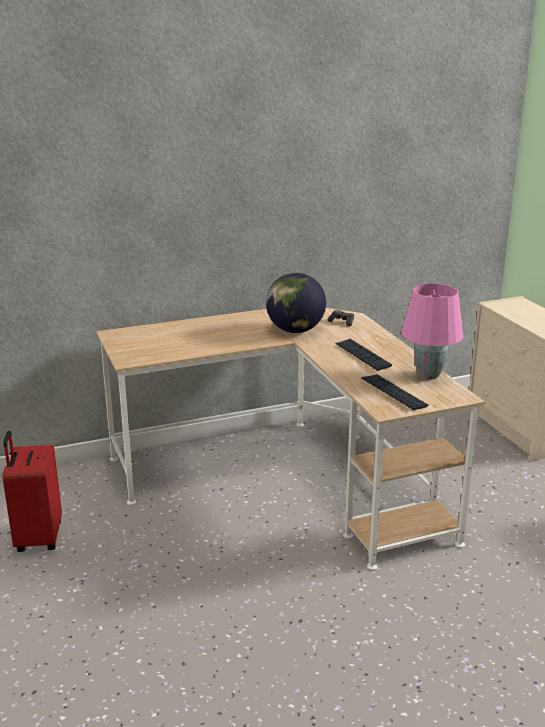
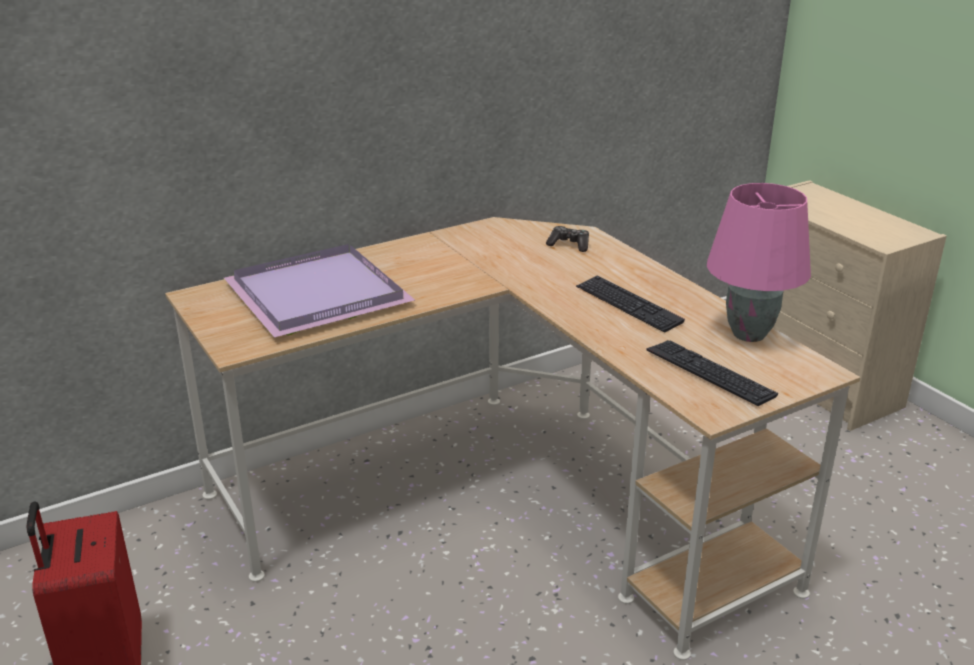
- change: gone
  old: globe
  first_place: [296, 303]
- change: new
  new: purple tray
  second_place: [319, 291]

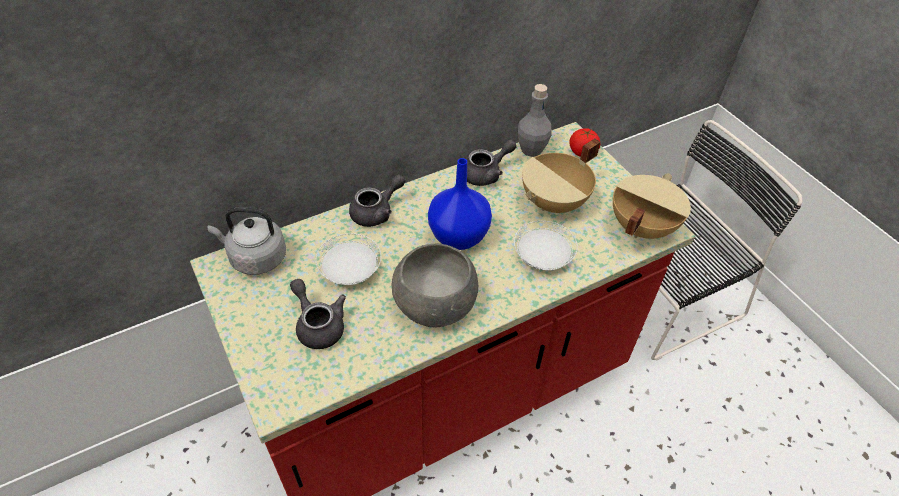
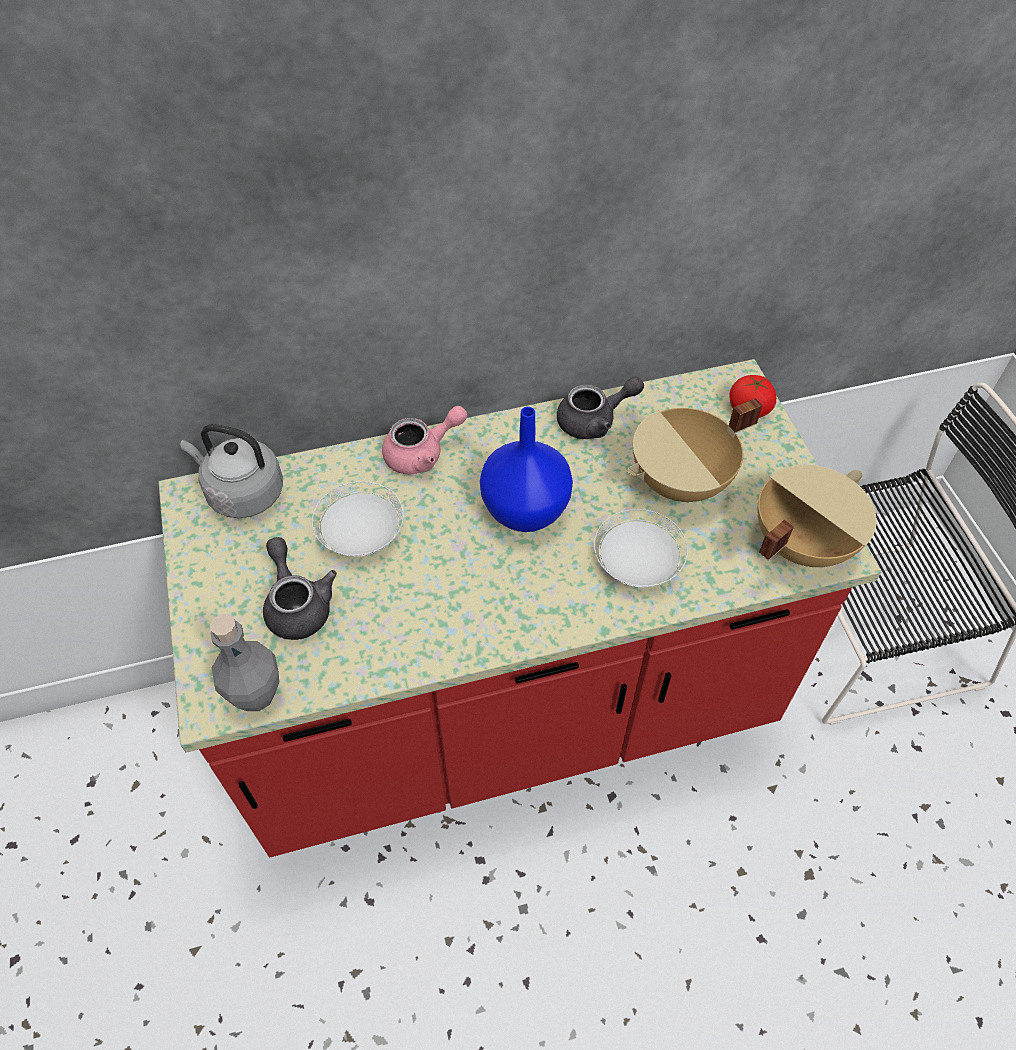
- change: gone
  old: grey bowl
  first_place: [435, 285]
- change: shifted
  old: grey bottle
  first_place: [535, 120]
  second_place: [244, 662]
- change: repainted
  old: grey teapot
  new: pink teapot
  first_place: [377, 200]
  second_place: [424, 440]

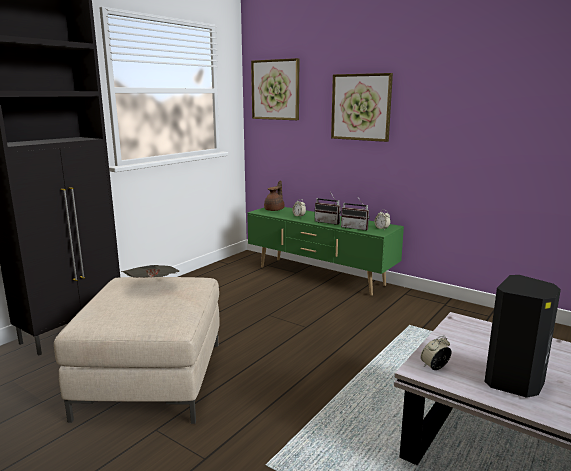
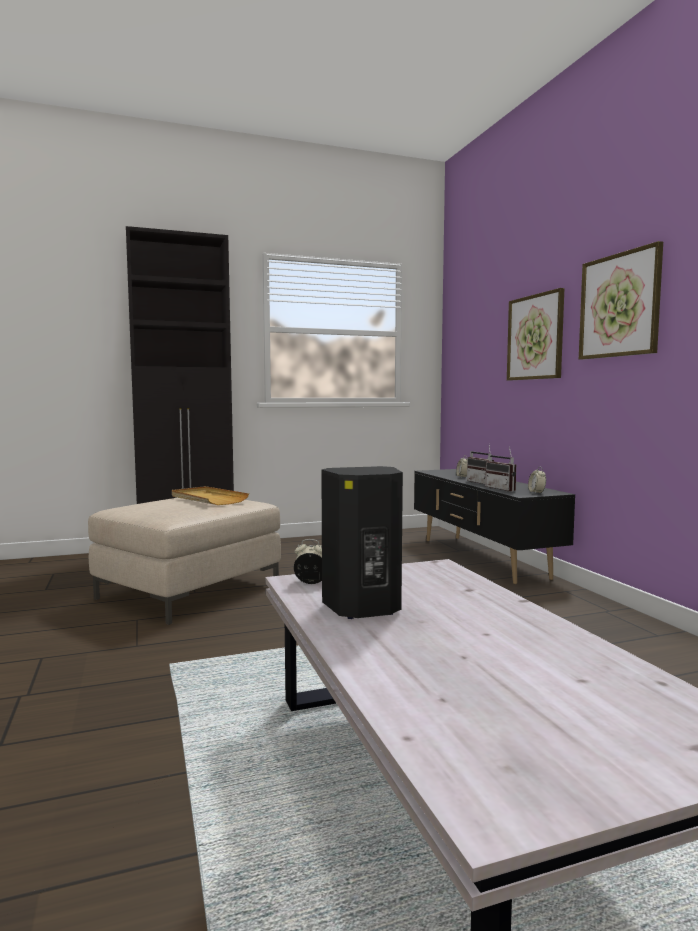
- change: gone
  old: brown teapot
  first_place: [274, 195]
- change: shifted
  old: picture
  first_place: [275, 89]
  second_place: [621, 300]
- change: swapped
  old: newspaper
  new: beige tray
  first_place: [150, 271]
  second_place: [210, 495]
- change: repainted
  old: green tv stand
  new: black tv stand
  first_place: [325, 251]
  second_place: [494, 526]

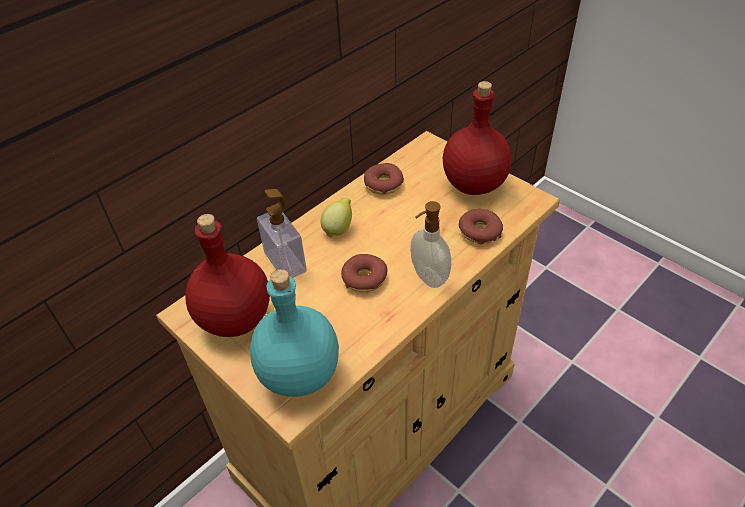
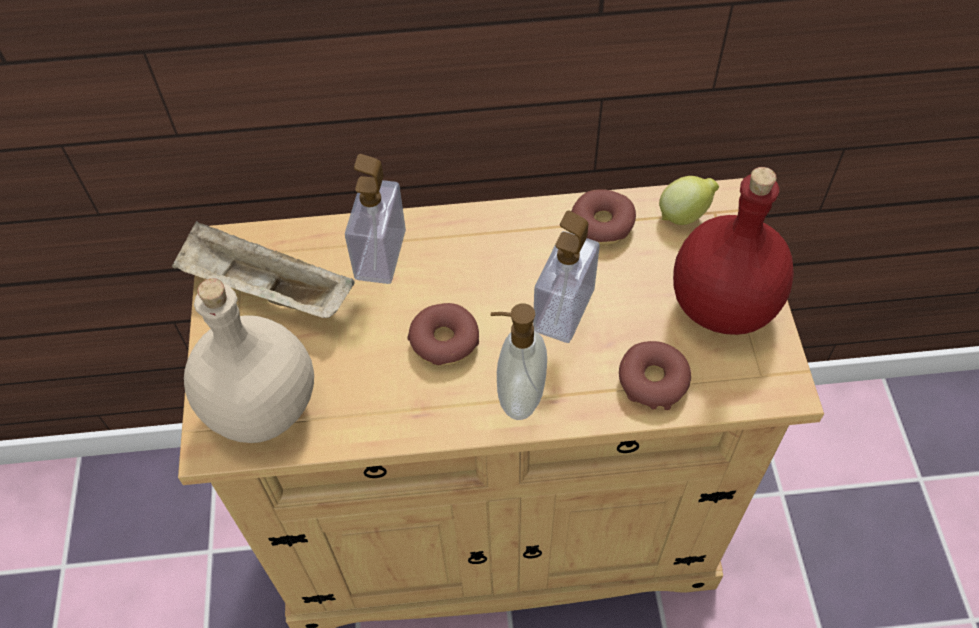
- change: new
  new: soap dispenser
  second_place: [566, 277]
- change: shifted
  old: lemon
  first_place: [336, 218]
  second_place: [689, 200]
- change: swapped
  old: red bottle
  new: beige tray
  first_place: [227, 275]
  second_place: [263, 269]
- change: repainted
  old: turquoise bottle
  new: beige bottle
  first_place: [294, 333]
  second_place: [249, 360]

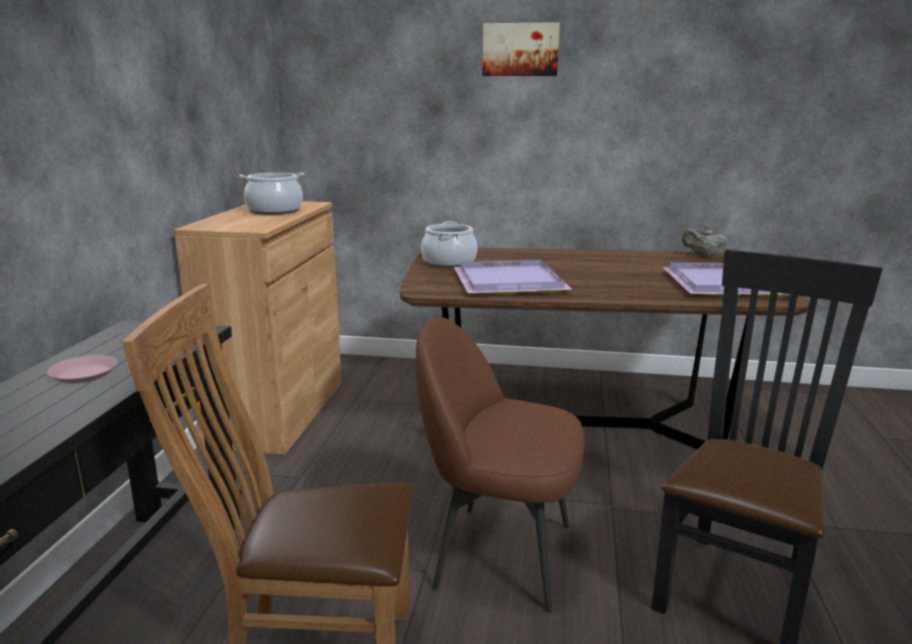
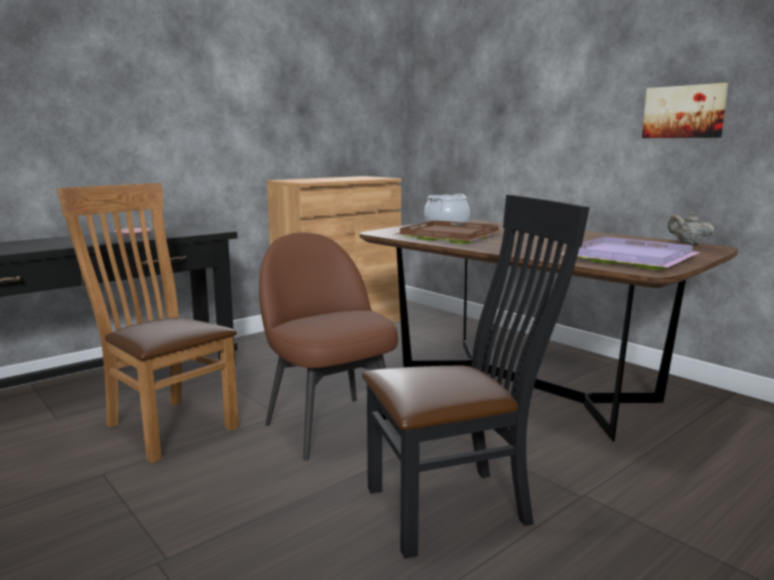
- change: gone
  old: cooking pot
  first_place: [271, 194]
- change: shifted
  old: picture
  first_place: [521, 49]
  second_place: [685, 110]
- change: repainted
  old: purple tray
  new: brown tray
  first_place: [513, 277]
  second_place: [449, 232]

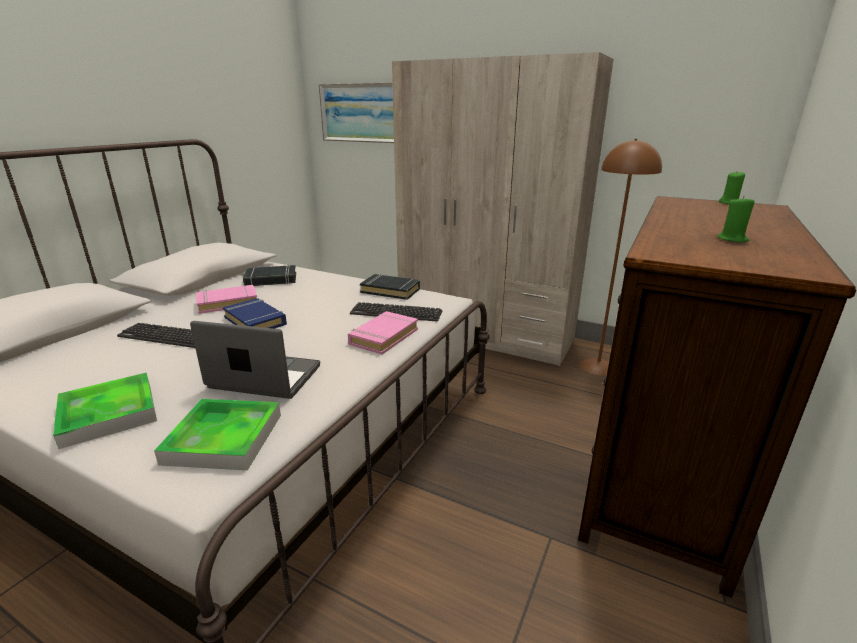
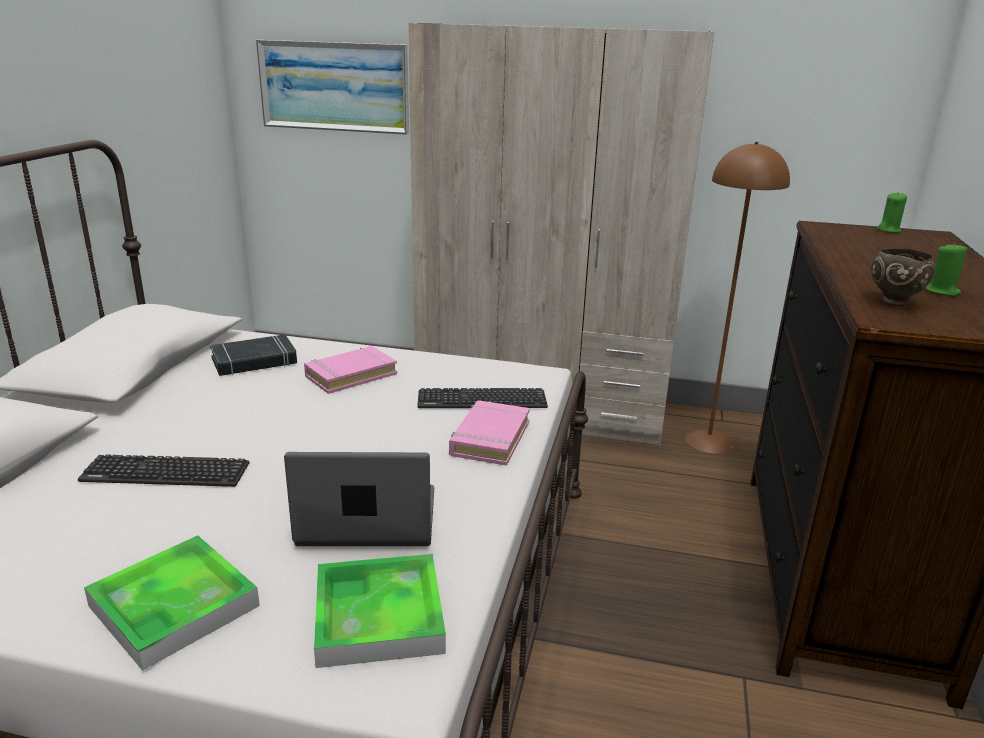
- change: gone
  old: blue book
  first_place: [255, 313]
- change: gone
  old: black book
  first_place: [390, 287]
- change: new
  new: brown bowl
  second_place: [903, 277]
- change: shifted
  old: pink book
  first_place: [226, 299]
  second_place: [350, 370]

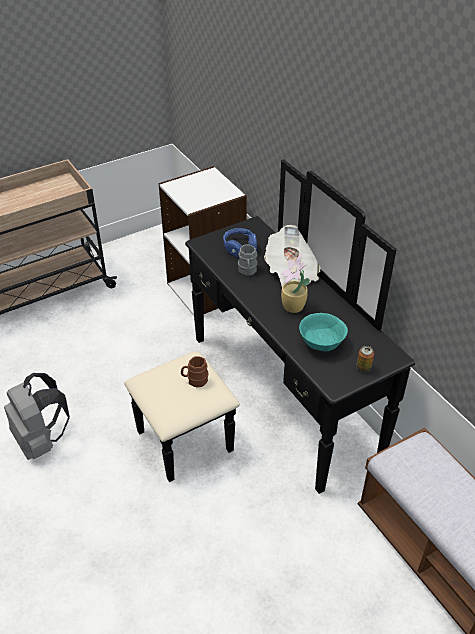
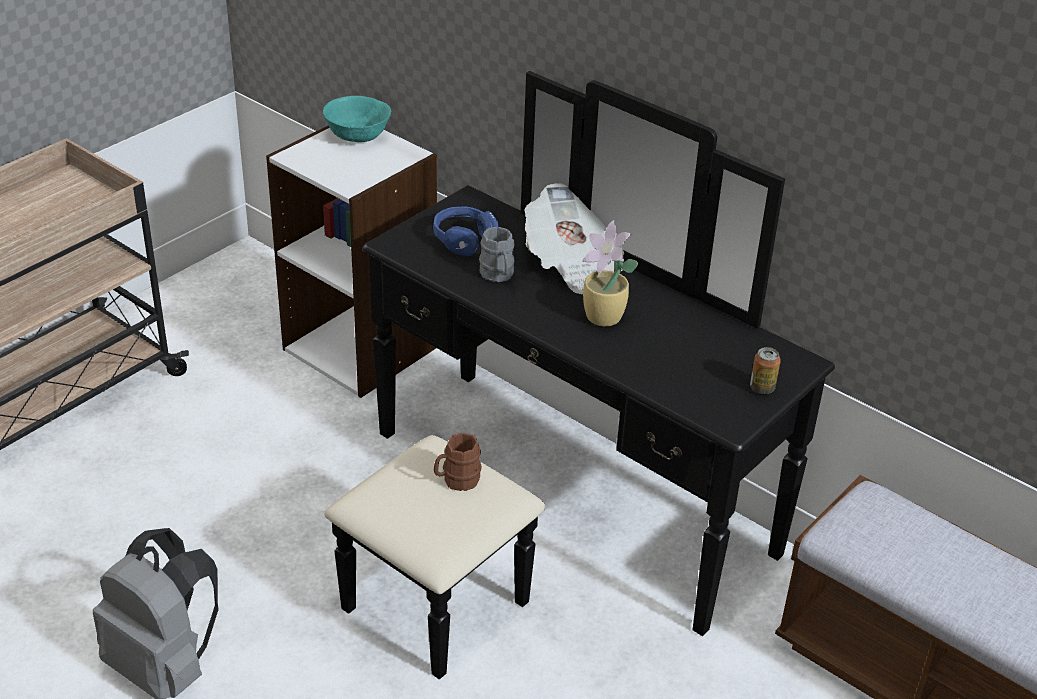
- change: shifted
  old: turquoise bowl
  first_place: [323, 332]
  second_place: [357, 119]

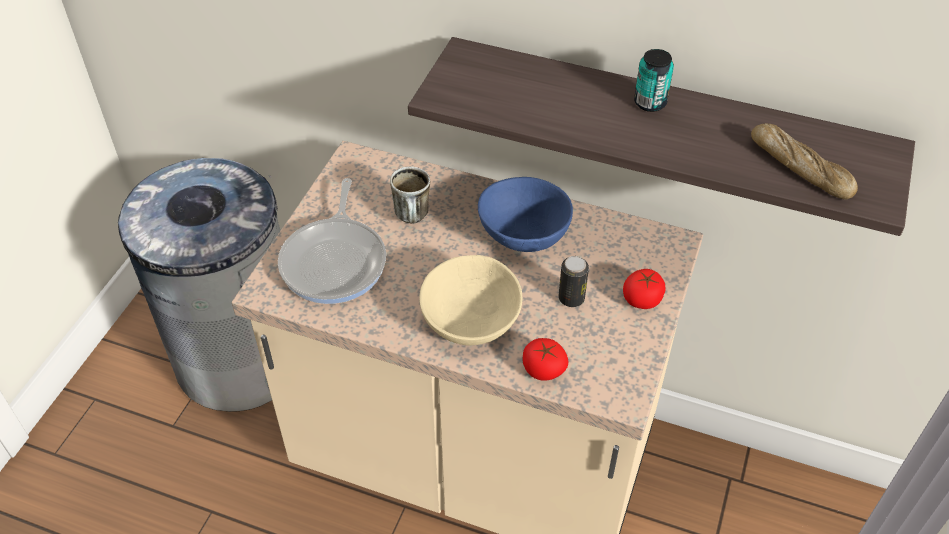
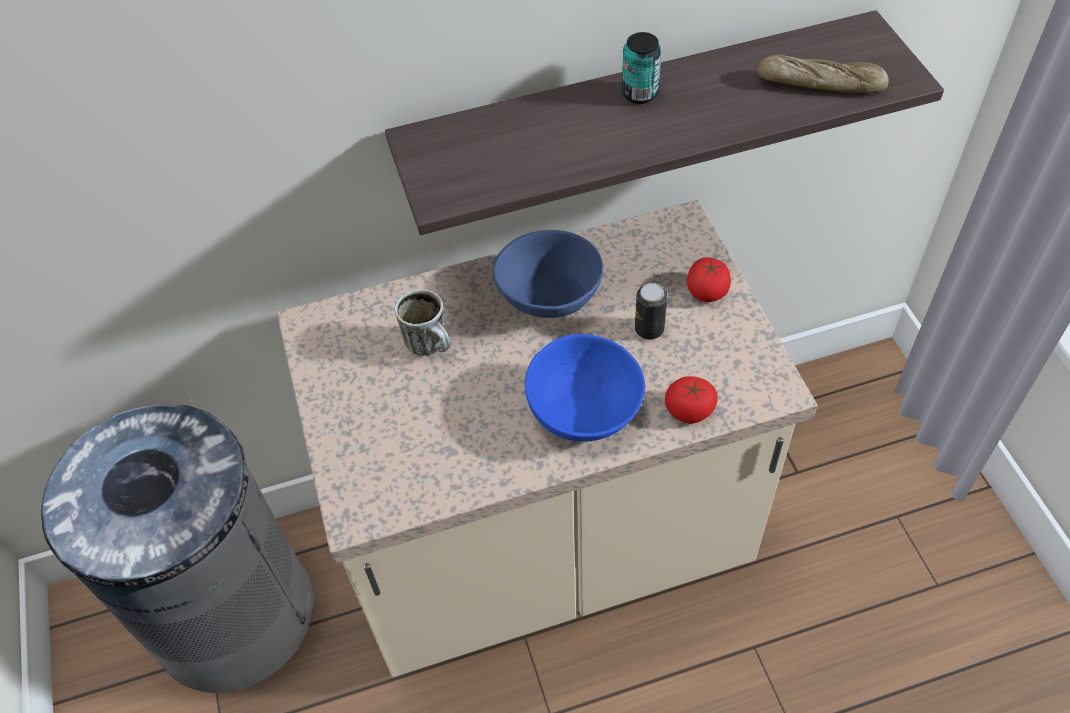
- change: gone
  old: frying pan
  first_place: [332, 241]
- change: repainted
  old: beige bowl
  new: blue bowl
  first_place: [470, 300]
  second_place: [585, 387]

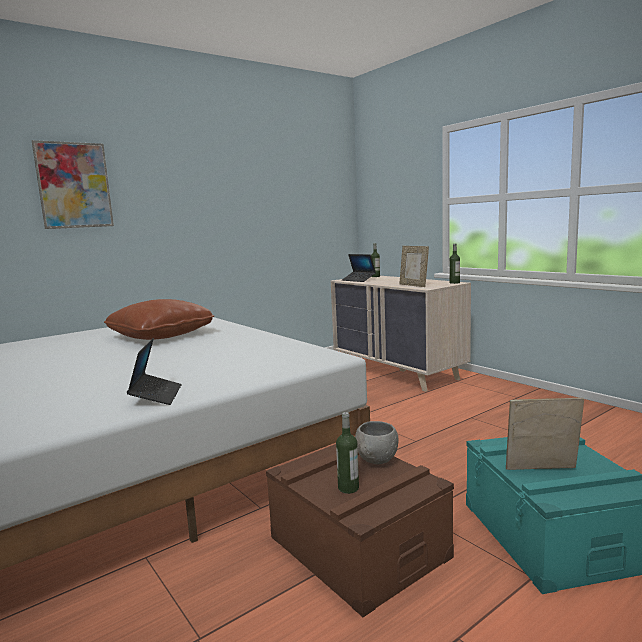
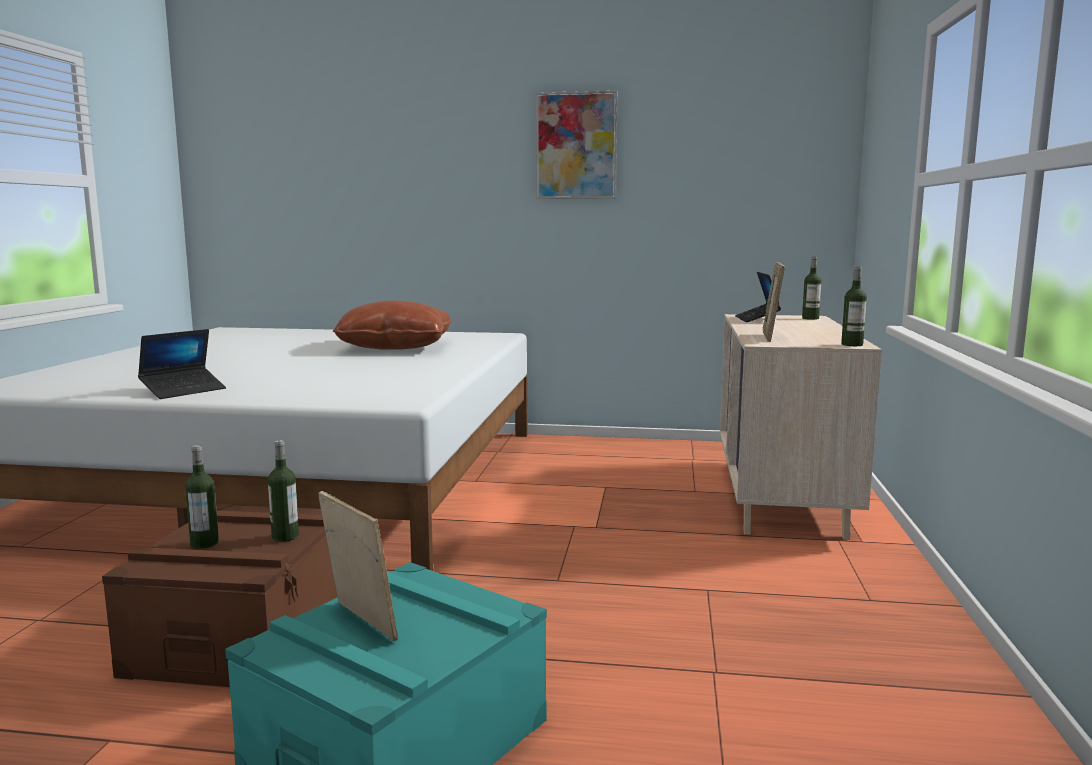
- change: shifted
  old: picture
  first_place: [73, 184]
  second_place: [576, 145]
- change: swapped
  old: grey bowl
  new: bottle
  first_place: [377, 442]
  second_place: [283, 491]

